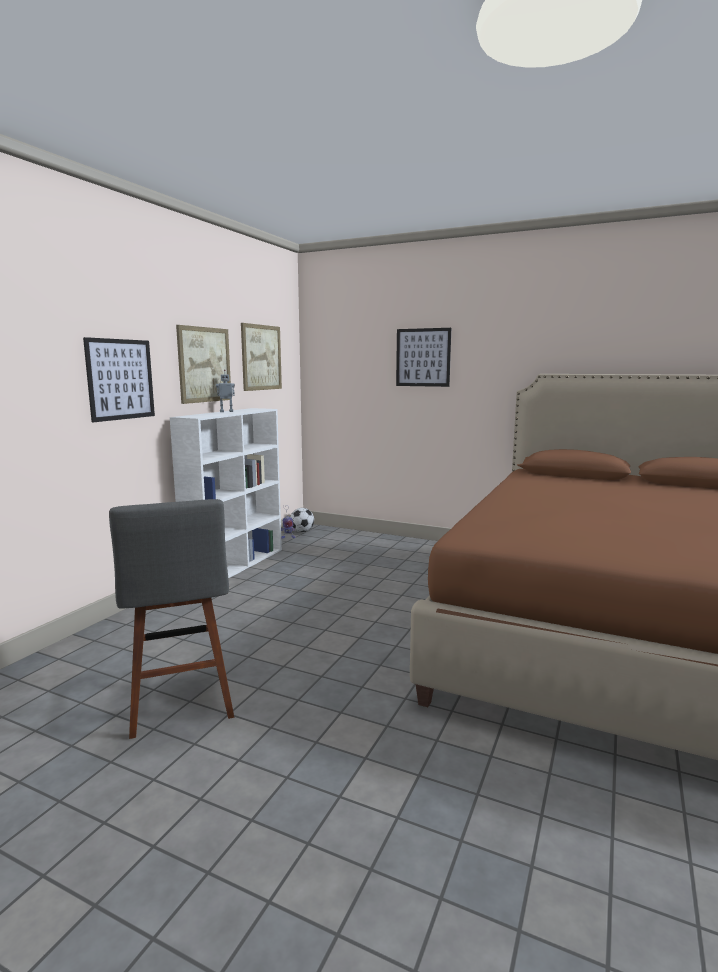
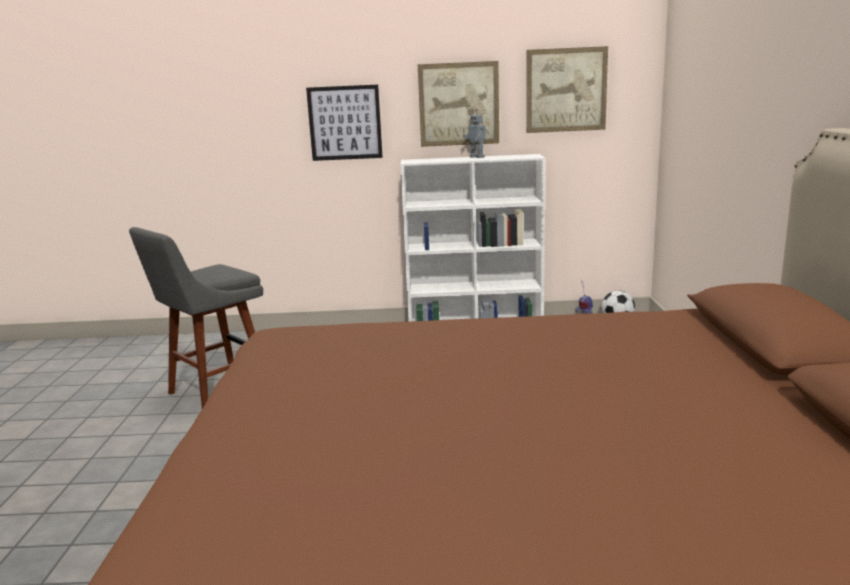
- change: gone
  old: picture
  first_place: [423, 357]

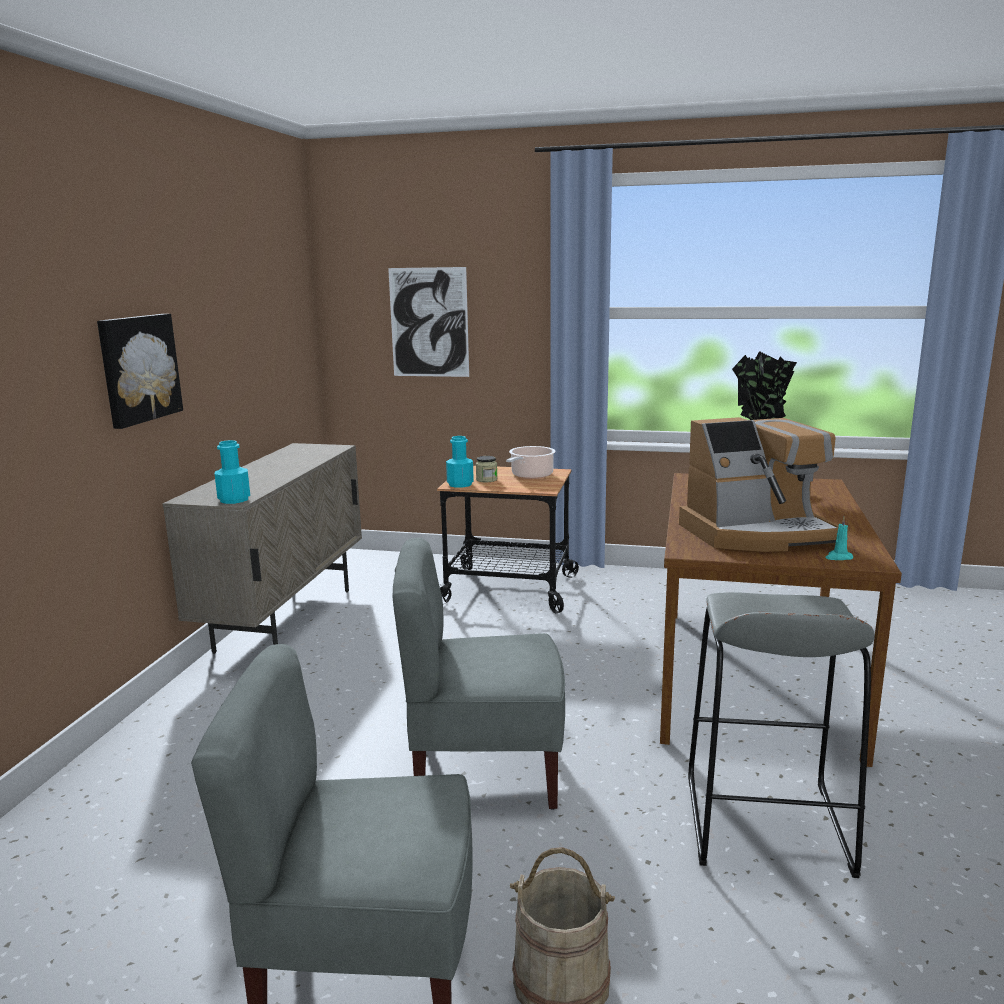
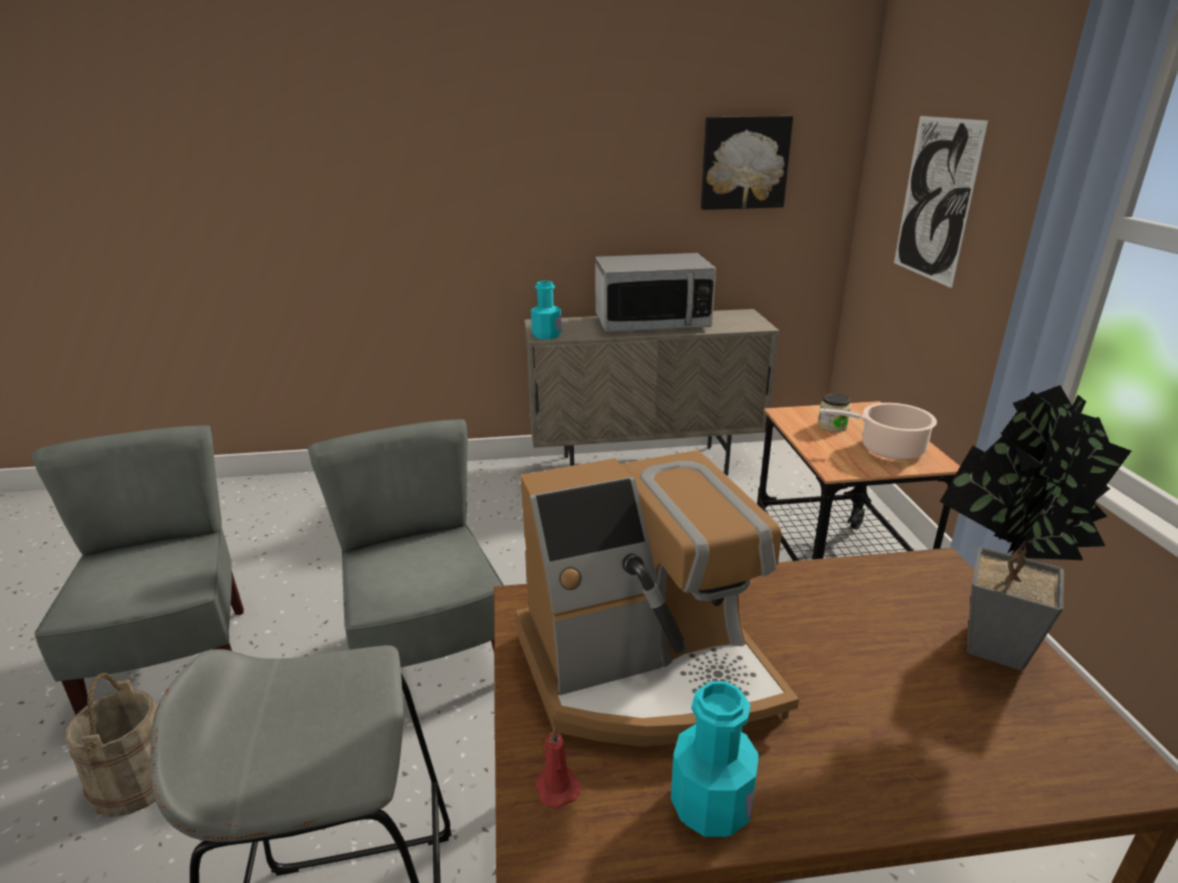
- change: new
  new: microwave
  second_place: [655, 292]
- change: shifted
  old: picture
  first_place: [140, 371]
  second_place: [747, 163]
- change: shifted
  old: turquoise bottle
  first_place: [460, 462]
  second_place: [715, 759]
- change: repainted
  old: turquoise candle
  new: red candle
  first_place: [839, 538]
  second_place: [558, 767]
- change: rotated
  old: coffee machine
  first_place: [759, 484]
  second_place: [657, 598]
  degrees: -75

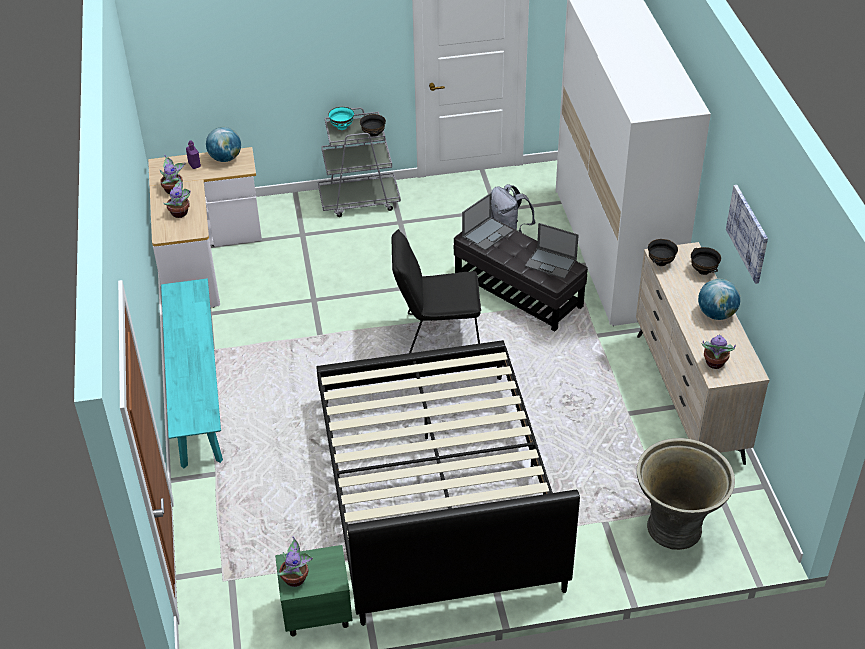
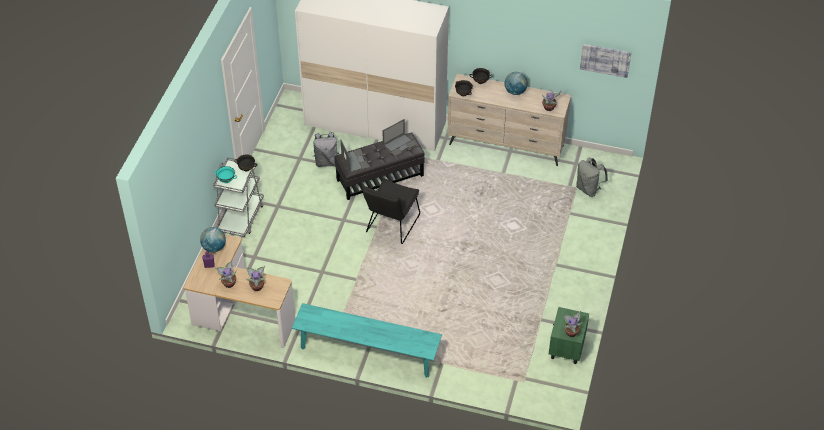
- change: gone
  old: black bed
  first_place: [448, 483]
- change: shifted
  old: picture
  first_place: [747, 234]
  second_place: [605, 61]
- change: swapped
  old: grey planter
  new: grey backpack
  first_place: [686, 494]
  second_place: [592, 177]

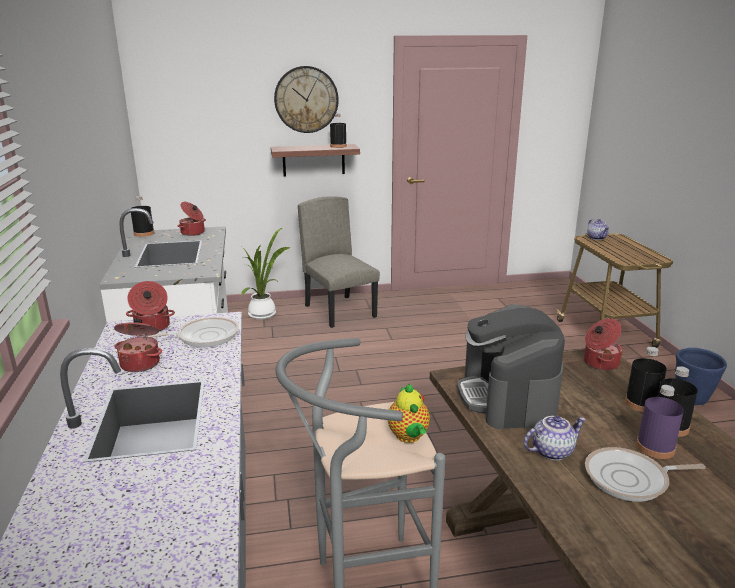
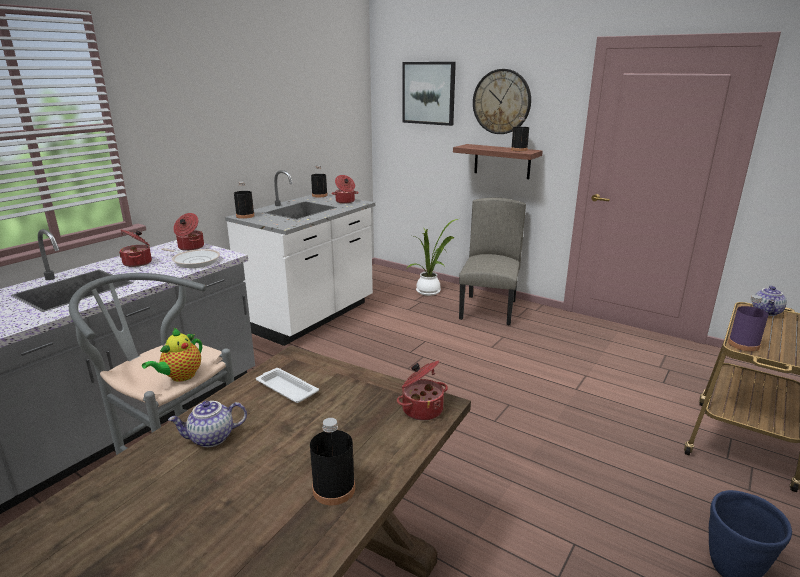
- change: gone
  old: frying pan
  first_place: [645, 474]
- change: new
  new: picture
  second_place: [429, 94]
- change: shifted
  old: black bottle
  first_place: [646, 379]
  second_place: [244, 200]
- change: shifted
  old: purple bottle
  first_place: [660, 422]
  second_place: [748, 323]
- change: swapped
  old: coffee machine
  new: white tray
  first_place: [511, 366]
  second_place: [287, 385]
- change: rotated
  old: teapot
  first_place: [555, 438]
  second_place: [207, 424]
  degrees: 135

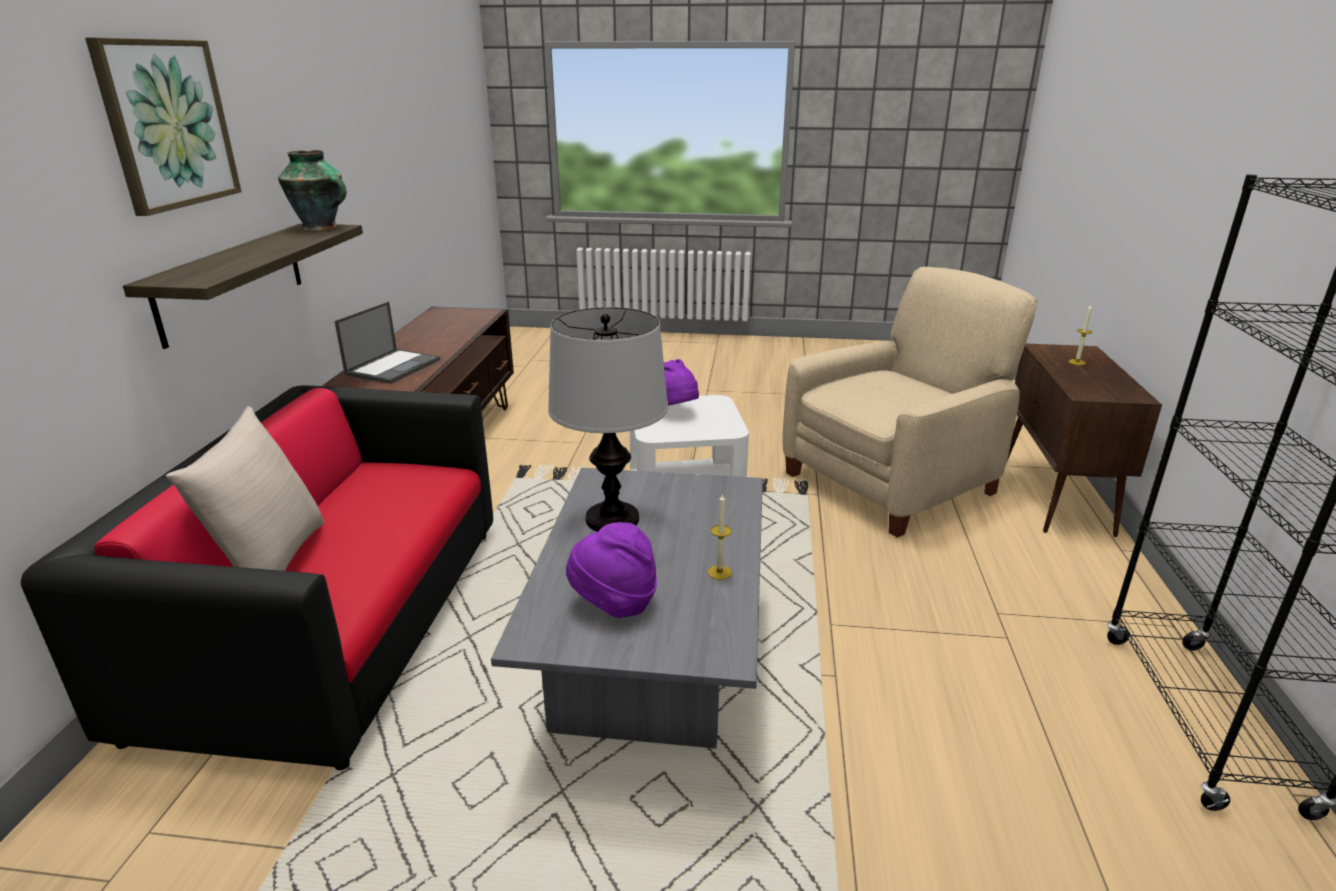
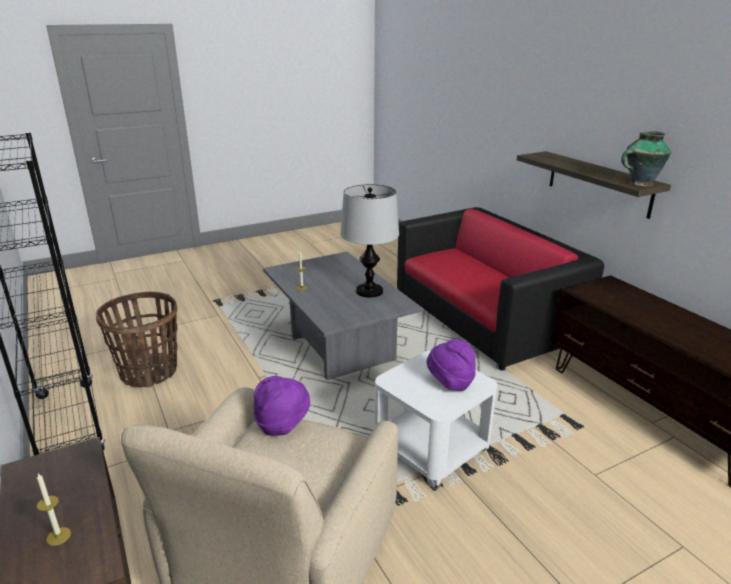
- change: gone
  old: picture
  first_place: [163, 126]
- change: gone
  old: beige pillow
  first_place: [245, 488]
- change: gone
  old: laptop
  first_place: [387, 343]
- change: new
  new: basket
  second_place: [137, 339]
- change: shifted
  old: purple hat
  first_place: [611, 570]
  second_place: [282, 406]

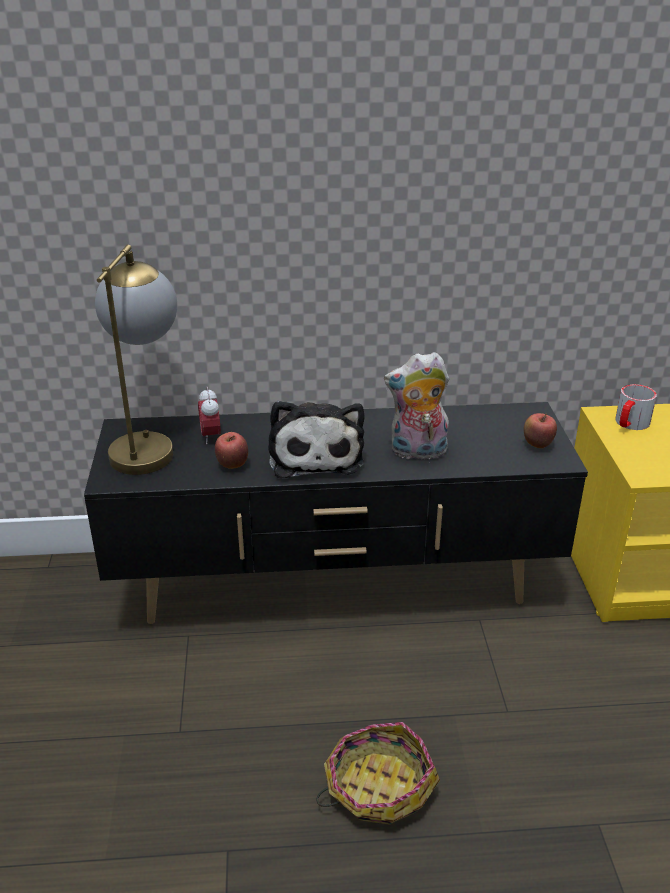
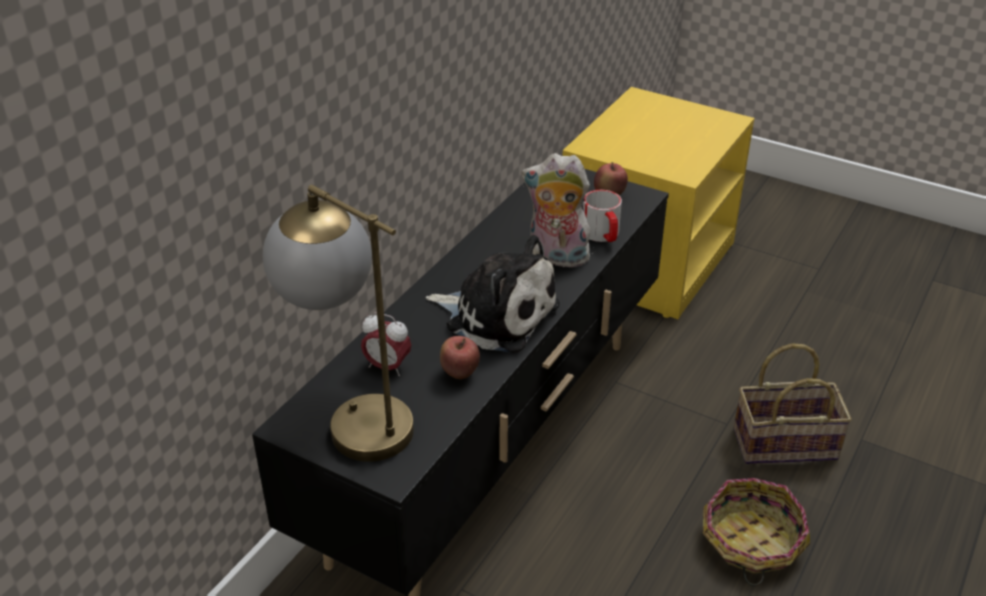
- change: new
  new: basket
  second_place: [793, 403]
- change: shifted
  old: mug
  first_place: [636, 407]
  second_place: [602, 216]
- change: rotated
  old: plush toy
  first_place: [416, 405]
  second_place: [556, 210]
  degrees: 75

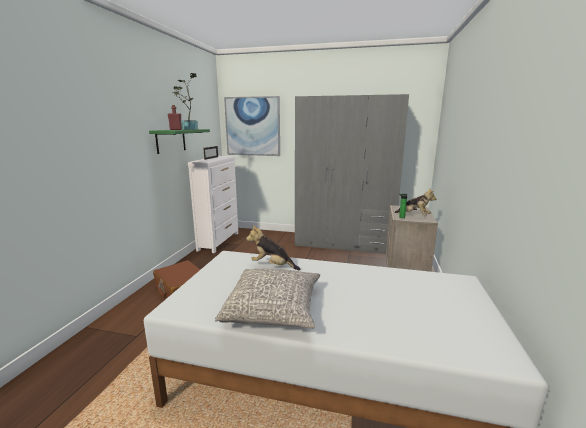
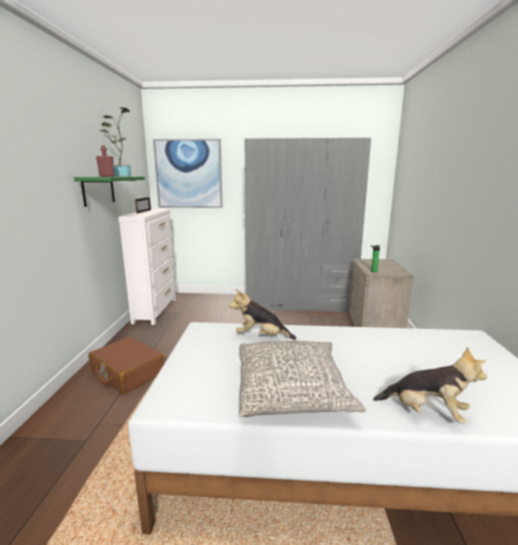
- change: shifted
  old: plush toy
  first_place: [415, 202]
  second_place: [430, 385]

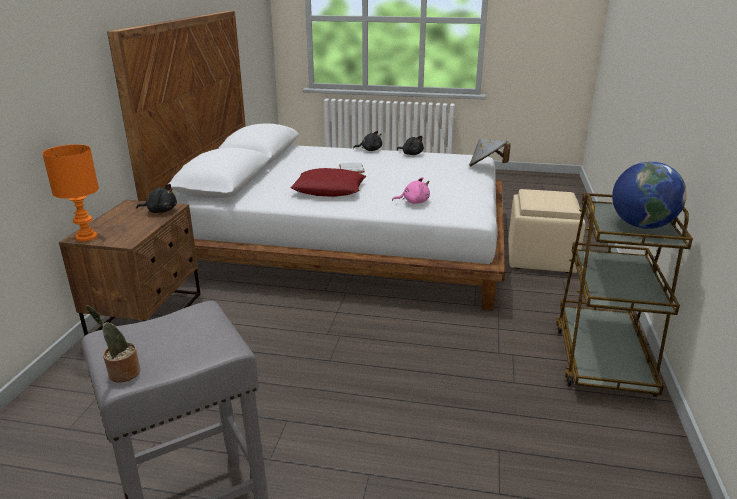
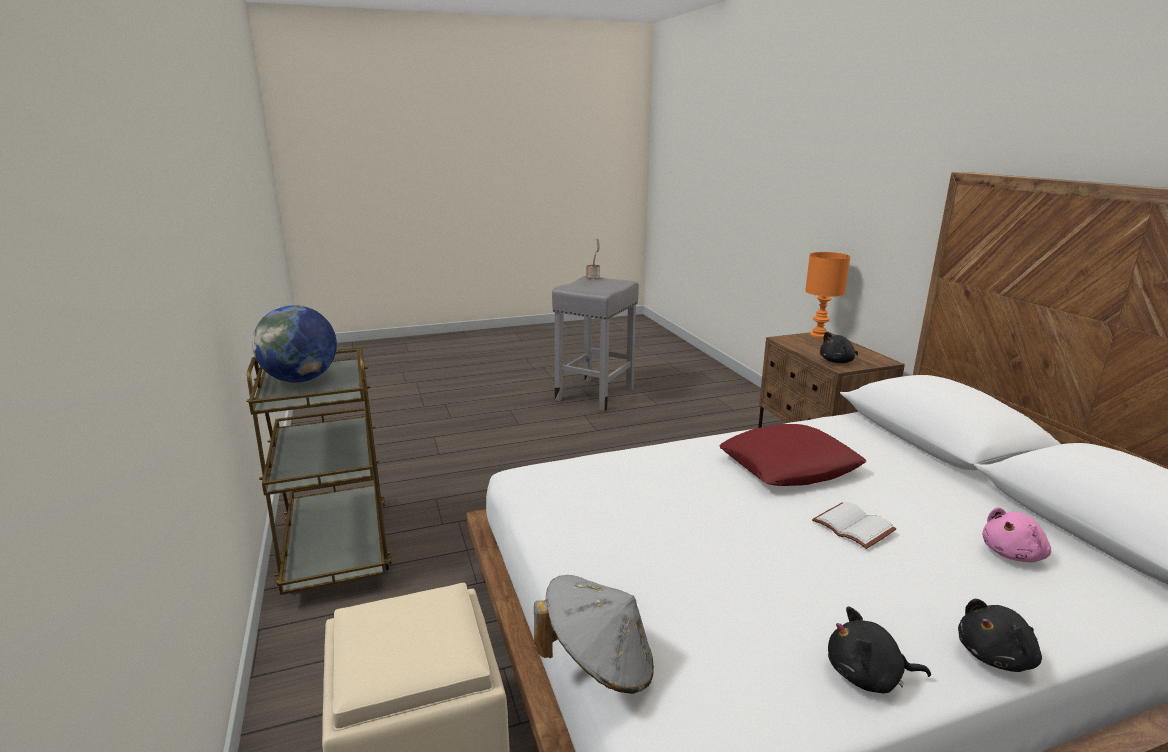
- change: shifted
  old: pink plush toy
  first_place: [411, 190]
  second_place: [1016, 534]

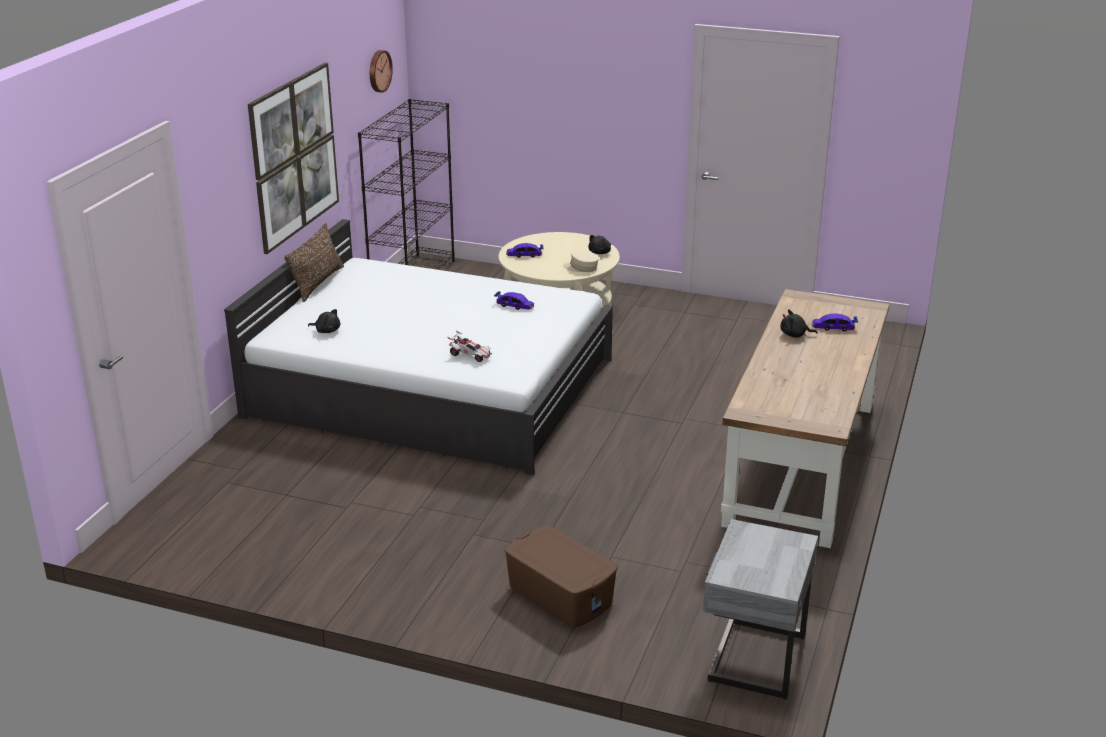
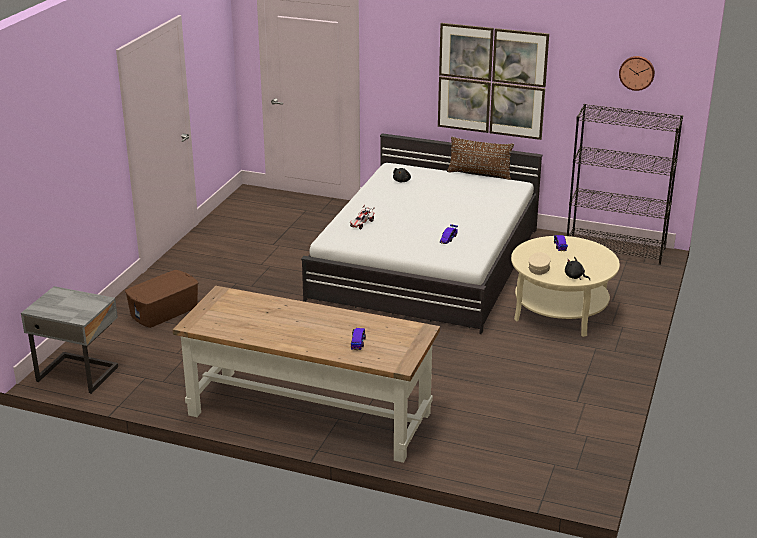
- change: gone
  old: black plush toy
  first_place: [799, 323]

